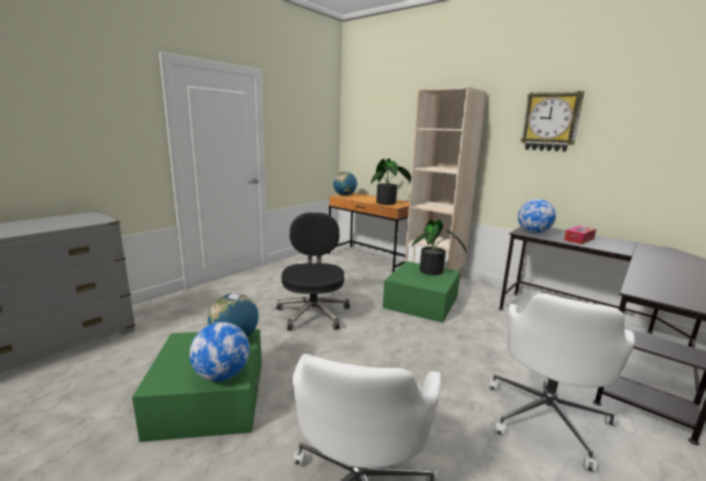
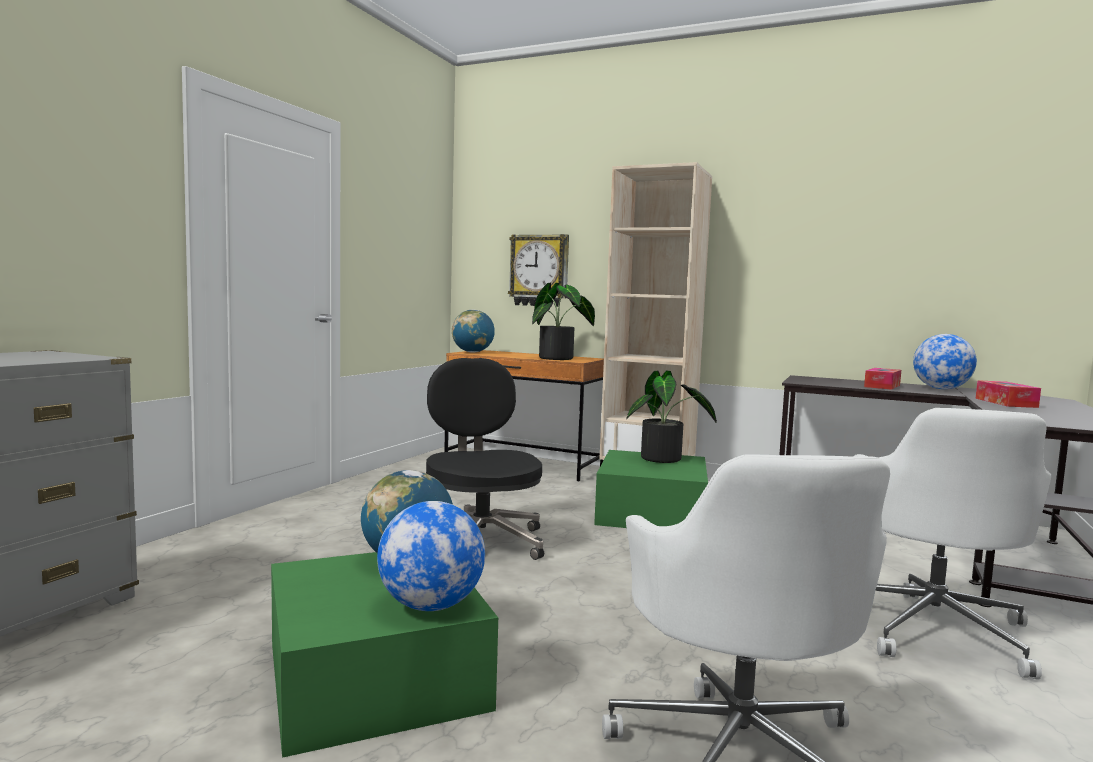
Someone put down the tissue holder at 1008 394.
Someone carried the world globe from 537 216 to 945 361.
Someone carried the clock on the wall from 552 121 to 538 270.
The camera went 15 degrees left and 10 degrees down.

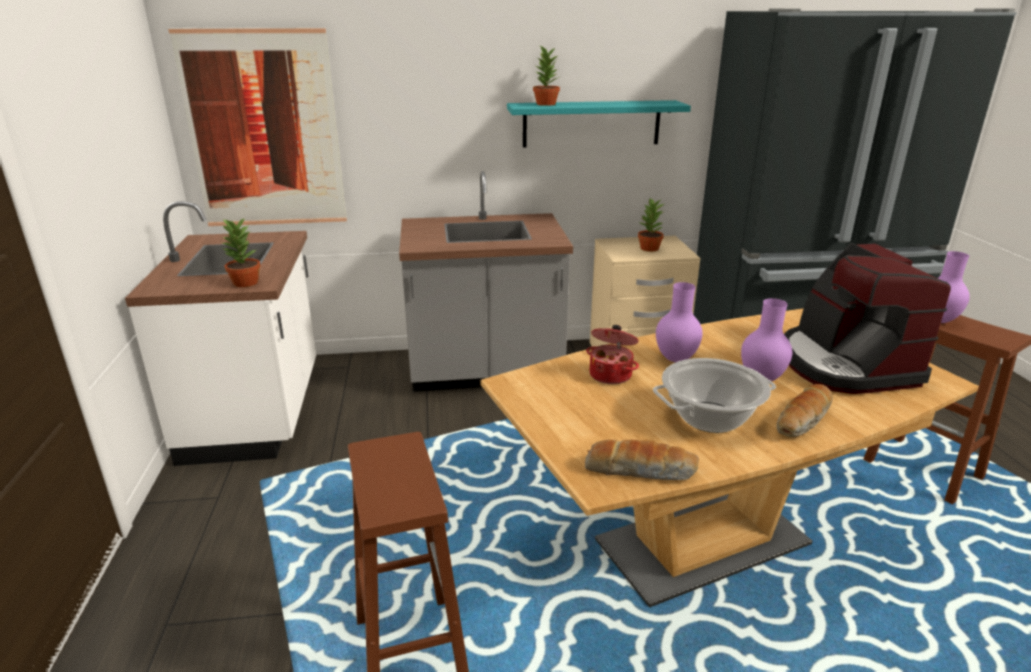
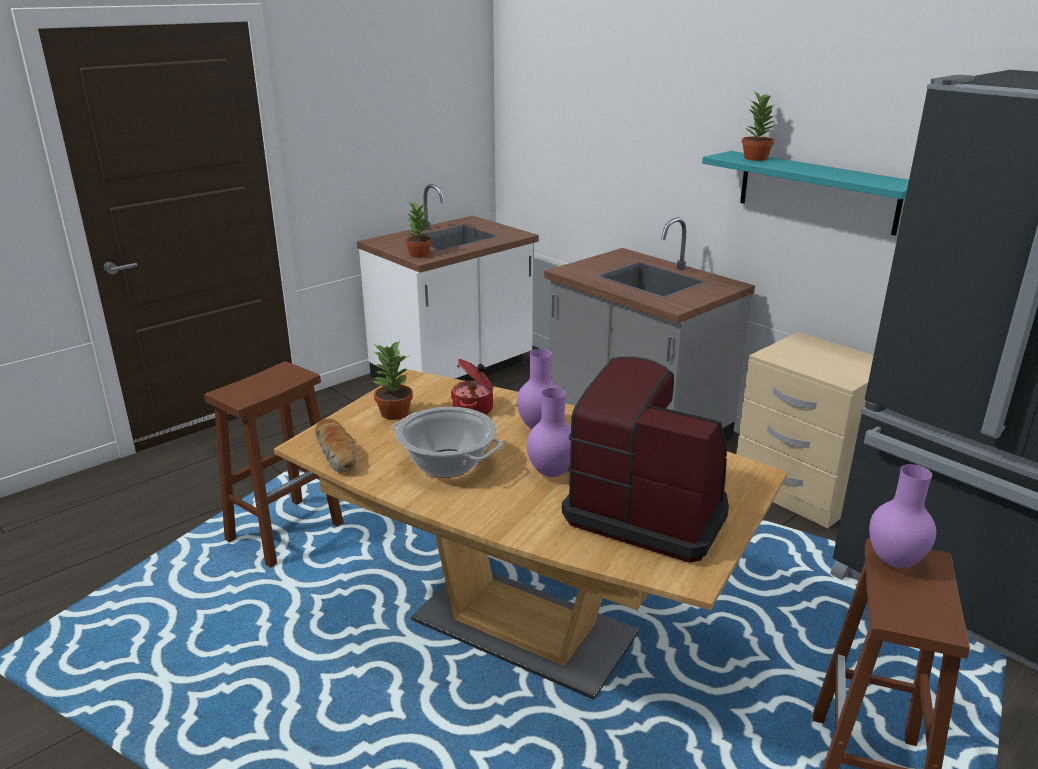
Someone took away the picture at 257 126.
Someone took away the bread at 805 410.
Someone carried the plant in a pot from 651 224 to 392 380.
Someone rotated the coffee maker at 867 318 by 75 degrees clockwise.
The camera went 55 degrees right and 0 degrees up.

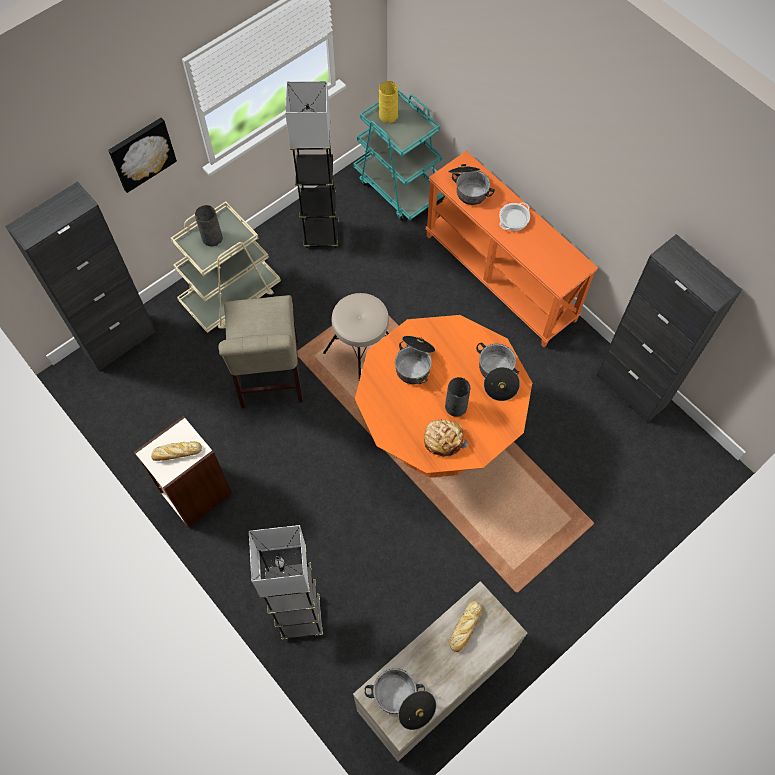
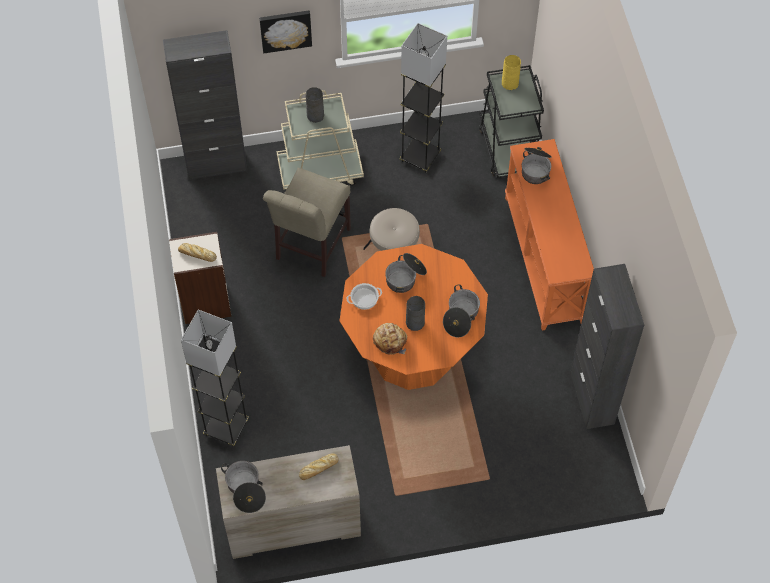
Someone carried the stockpot from 514 216 to 364 296.
Someone repainted the blue-green trolley at 398 154, which became the black-coloured trolley at 511 121.
The camera went 30 degrees right and 5 degrees down.

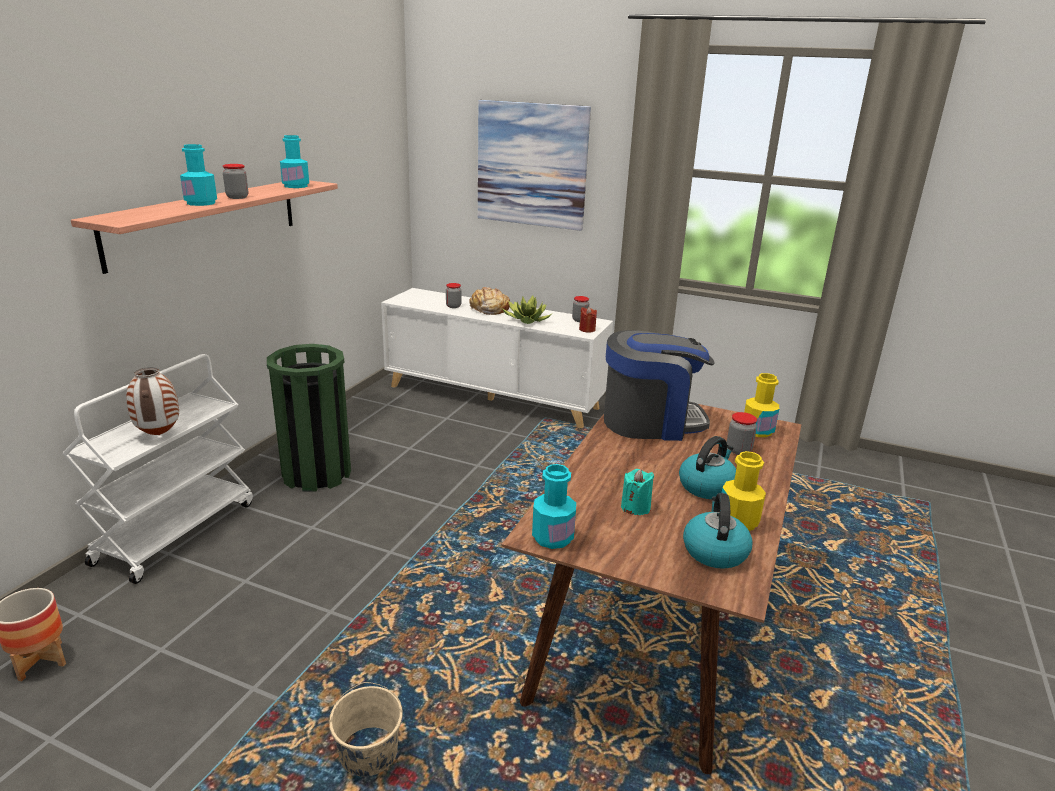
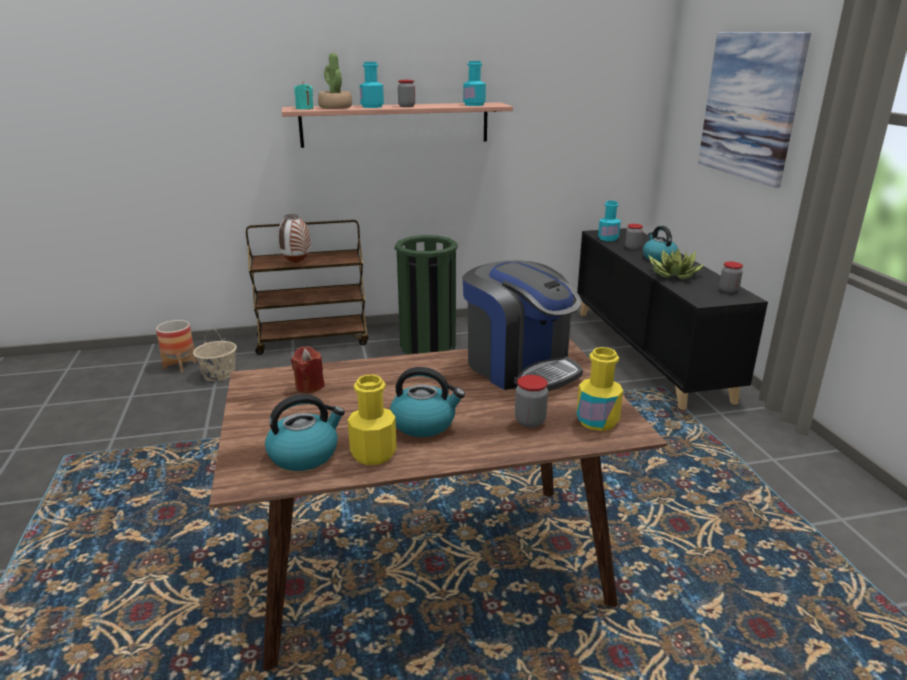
Someone put down the plant in a pot at 335 81.
Someone carried the sand-coloured pail from 366 729 to 215 354.
Someone carried the blue-green beverage bottle from 554 506 to 609 221.
Someone carried the reddish candle from 588 320 to 308 369.
Someone carried the blue-green candle from 637 492 to 303 96.
Someone swapped the bread at 489 301 for the water kettle at 660 244.
Someone repainted the white-coloured trolley at 157 469, which became the brownish trolley at 307 287.
Someone repainted the white-coloured storage cabinet at 497 358, which became the black-coloured storage cabinet at 672 319.
The camera went 55 degrees right and 0 degrees up.

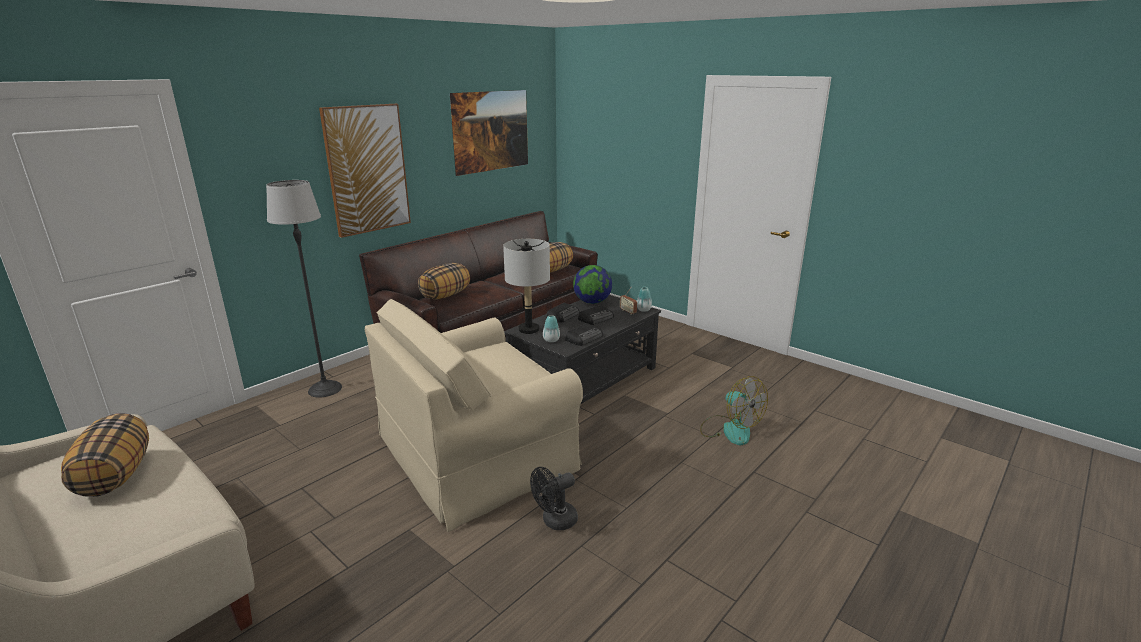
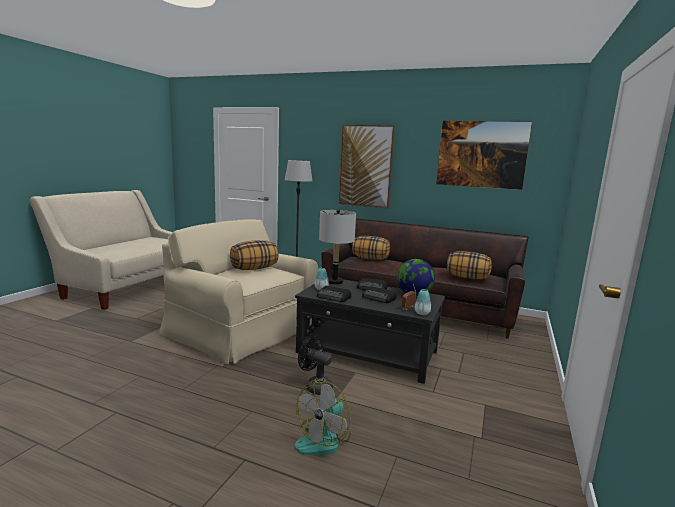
Someone carried the cushion from 105 455 to 254 255.
Someone carried the black-coloured electric fan from 554 498 to 315 366.
The camera went 70 degrees right and 10 degrees down.

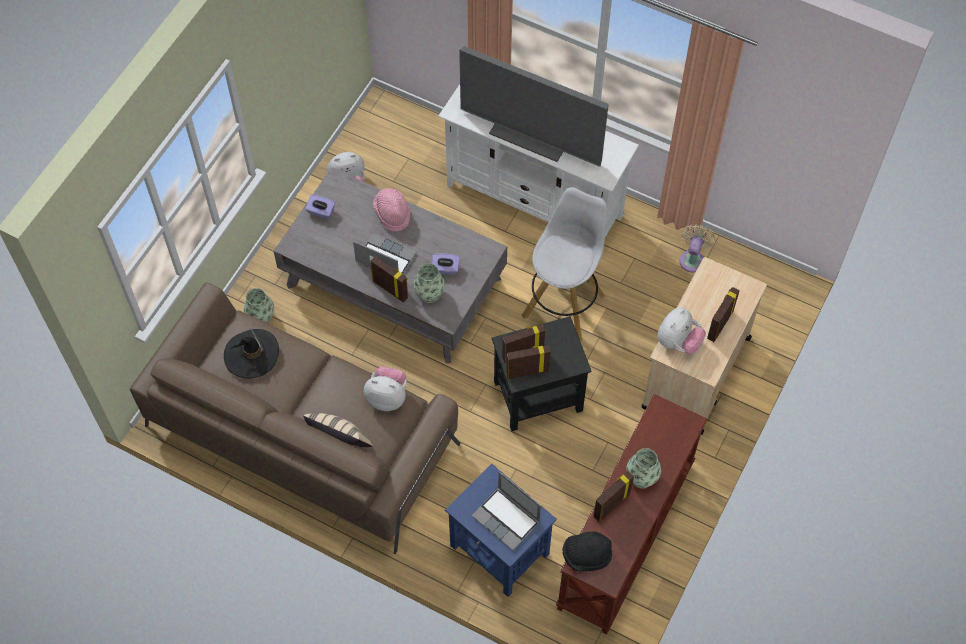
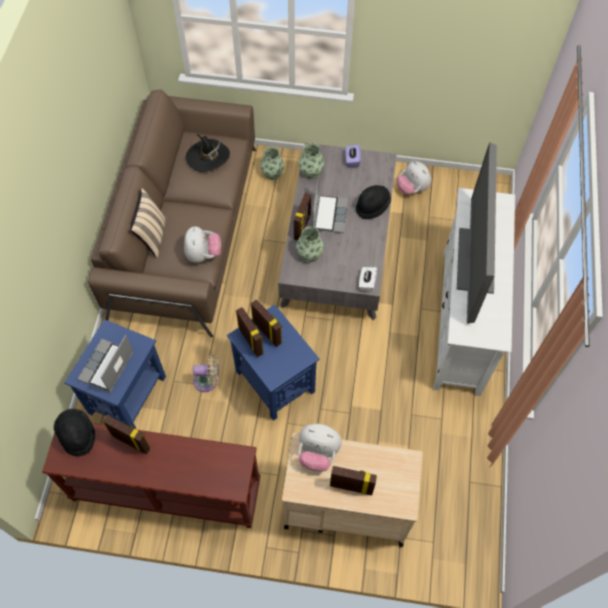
Someone took away the purplish tissue holder at 446 264.
Someone took away the white-coloured stool seat at 564 264.
Someone put down the white-coloured tissue holder at 368 279.
Someone carried the flower vase from 643 468 to 311 161.
Someone carried the sand-coloured electric fan from 697 248 to 206 373.
Someone repainted the pinkish hat at 391 210, which became the black-coloured hat at 373 202.
Someone repainted the black-coloured side table at 541 373, which became the blue side table at 273 363.
The camera went 70 degrees right and 0 degrees up.

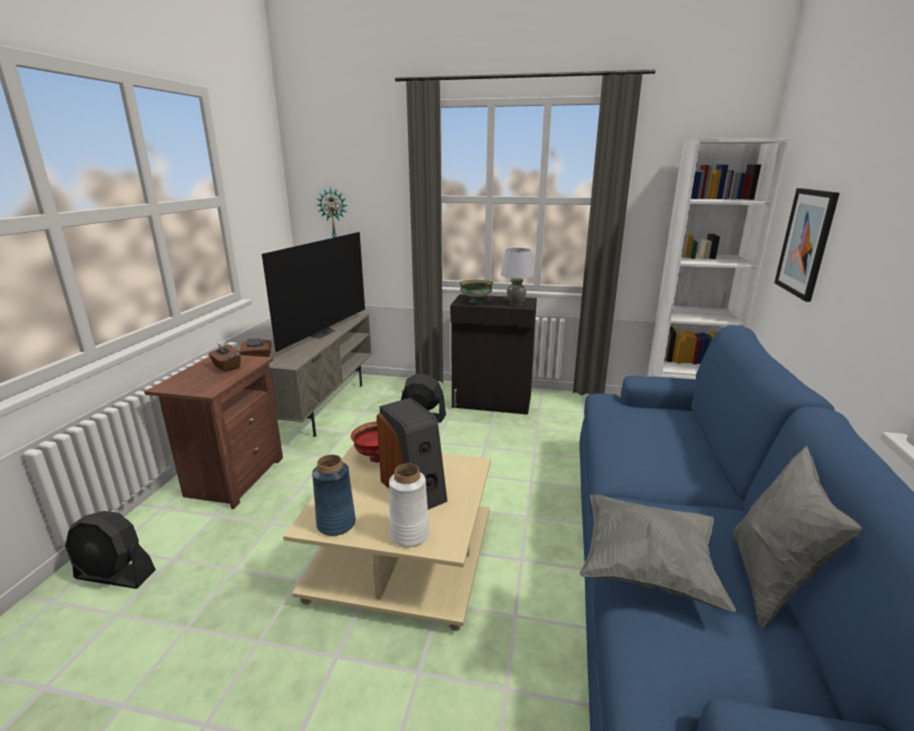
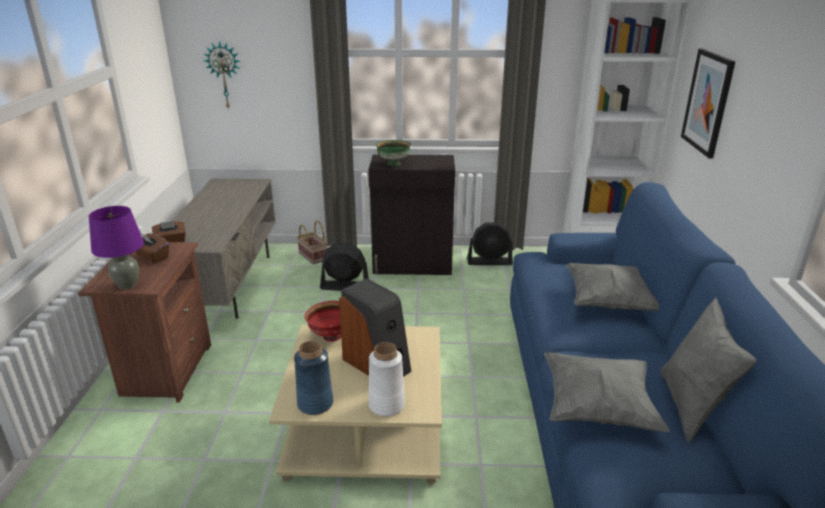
Someone took away the TV set at 313 292.
Someone took away the gray table lamp at 517 277.
Someone put down the purplish table lamp at 116 247.
Someone put down the household basket at 312 242.
Someone put down the gray cushion at 612 287.
Someone carried the black-coloured electric fan from 110 550 to 489 243.
The camera went 10 degrees left and 5 degrees up.

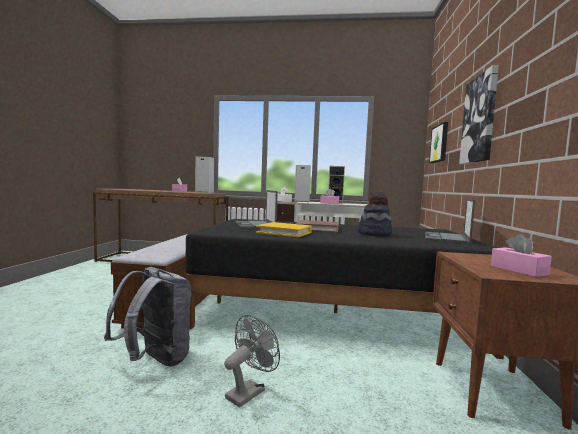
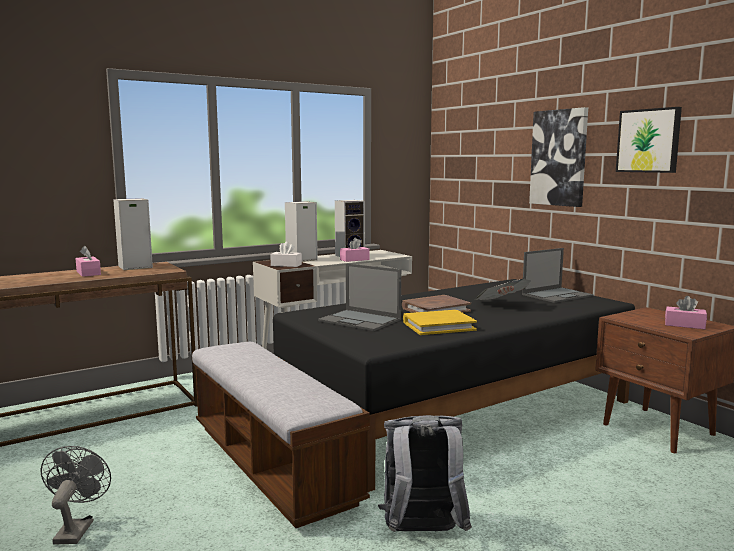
Someone carried the gray electric fan from 252 361 to 75 495.
Someone carried the picture from 438 142 to 649 140.
Someone swapped the hat at 375 214 for the newspaper at 502 289.
Someone rotated the portable computer at 450 221 by 105 degrees counterclockwise.
The camera went 40 degrees left and 5 degrees up.

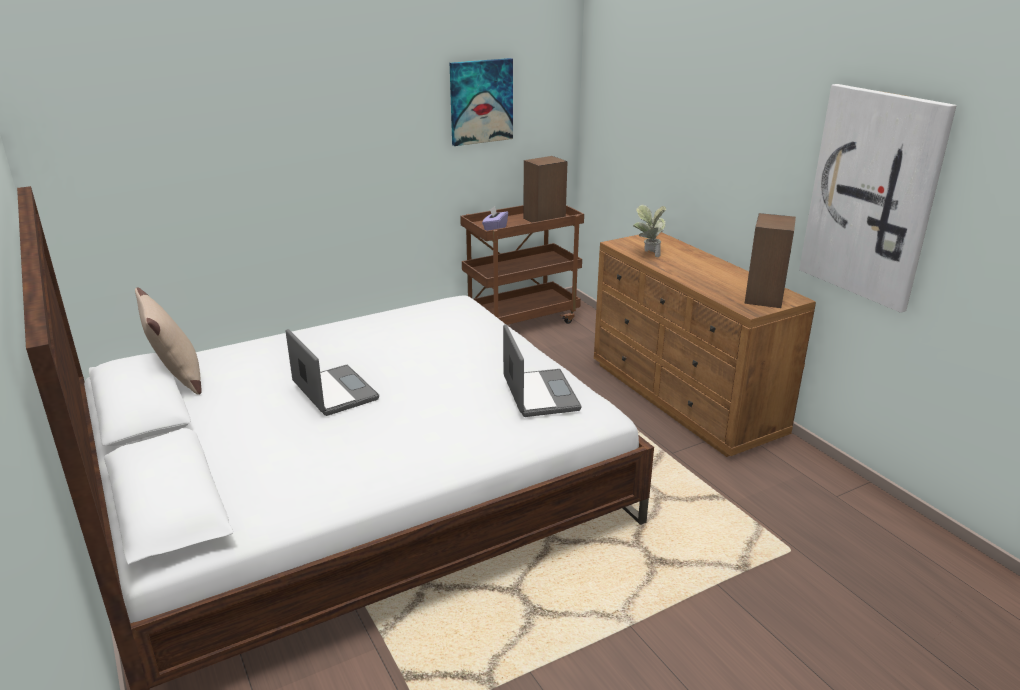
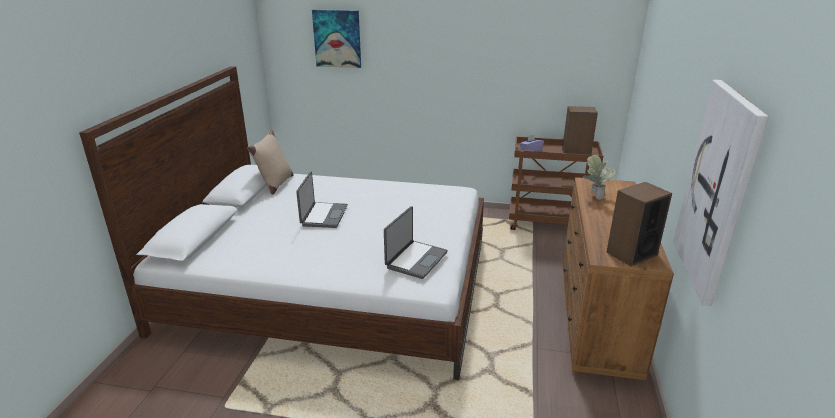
Someone carried the picture from 481 102 to 336 38.
The camera went 40 degrees right and 0 degrees up.

